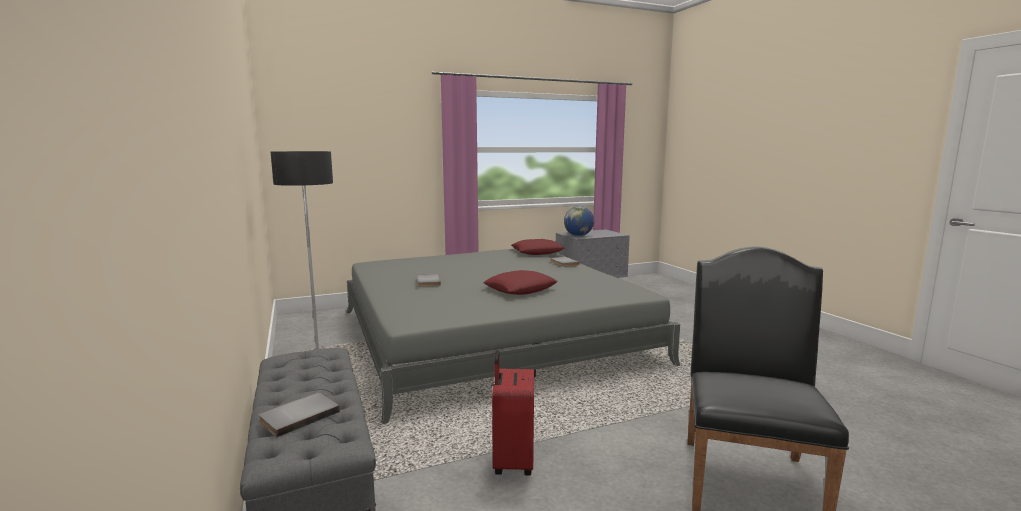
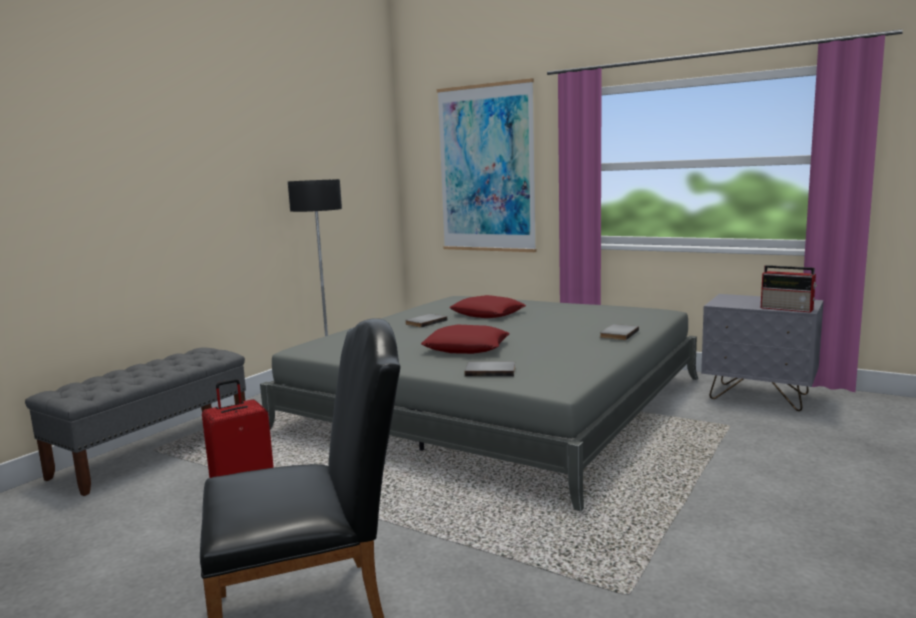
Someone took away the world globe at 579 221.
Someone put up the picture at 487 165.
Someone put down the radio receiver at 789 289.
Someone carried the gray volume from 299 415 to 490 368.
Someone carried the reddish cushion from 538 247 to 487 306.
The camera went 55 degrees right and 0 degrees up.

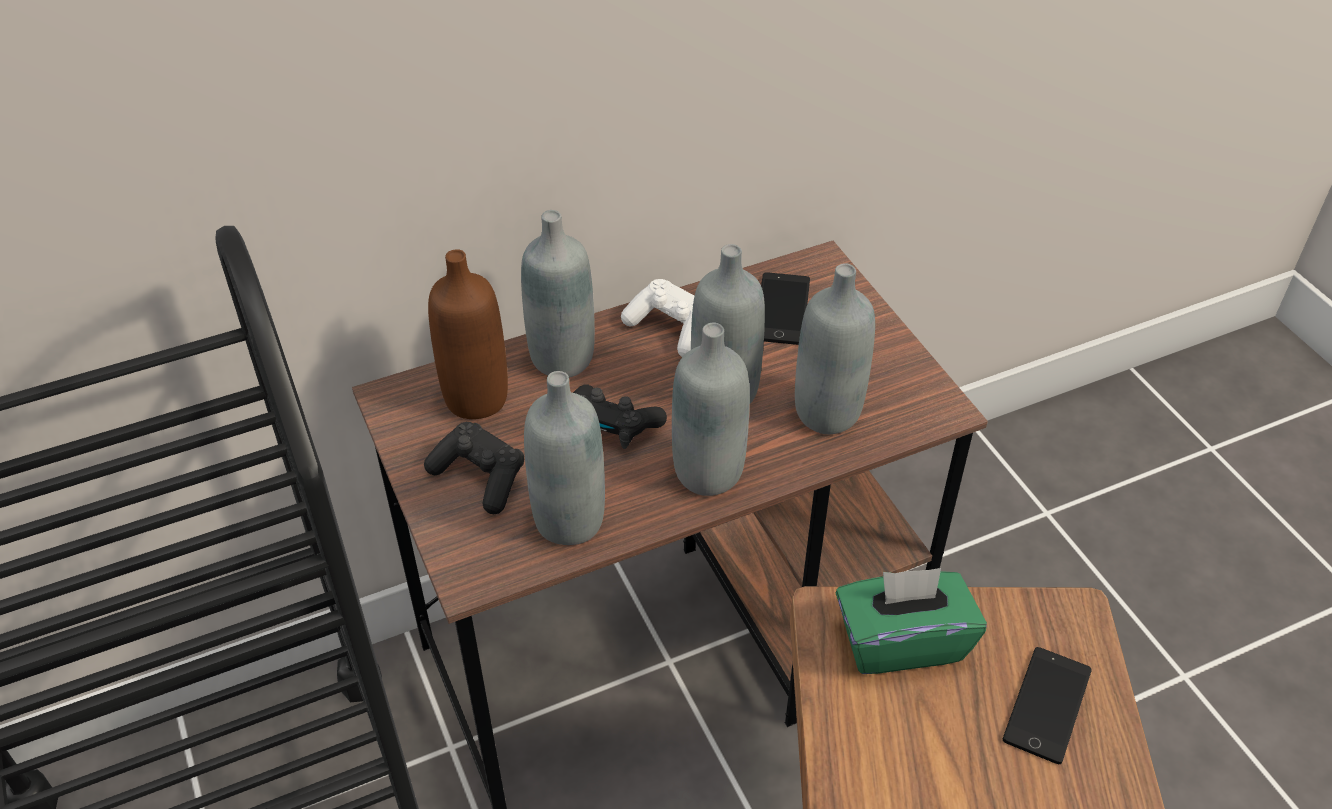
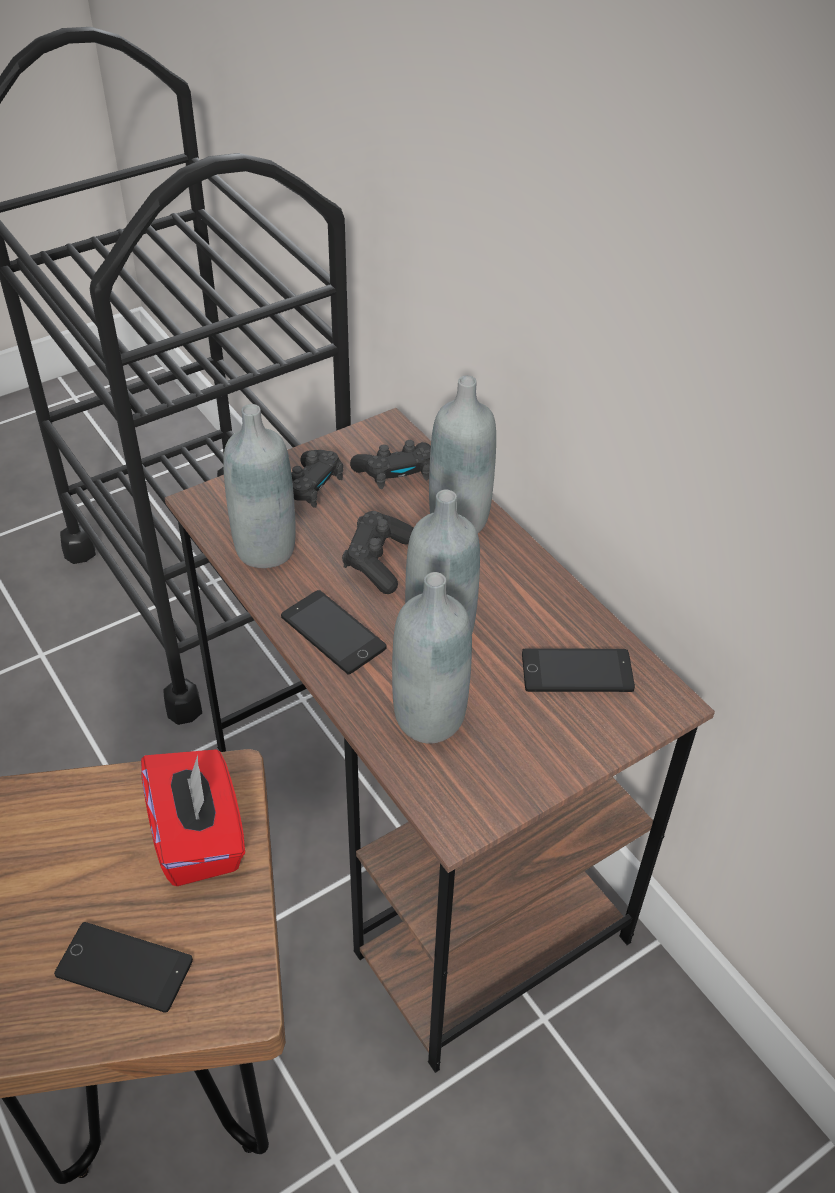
Someone took away the white-coloured gamepad at 657 318.
Someone swapped the brownish beverage bottle at 468 334 for the black-coloured gamepad at 390 464.
Someone swapped the gray beverage bottle at 711 409 for the phone at 334 632.
Someone repainted the green-coloured tissue holder at 911 621, which became the reddish tissue holder at 193 817.
The camera went 80 degrees right and 0 degrees up.

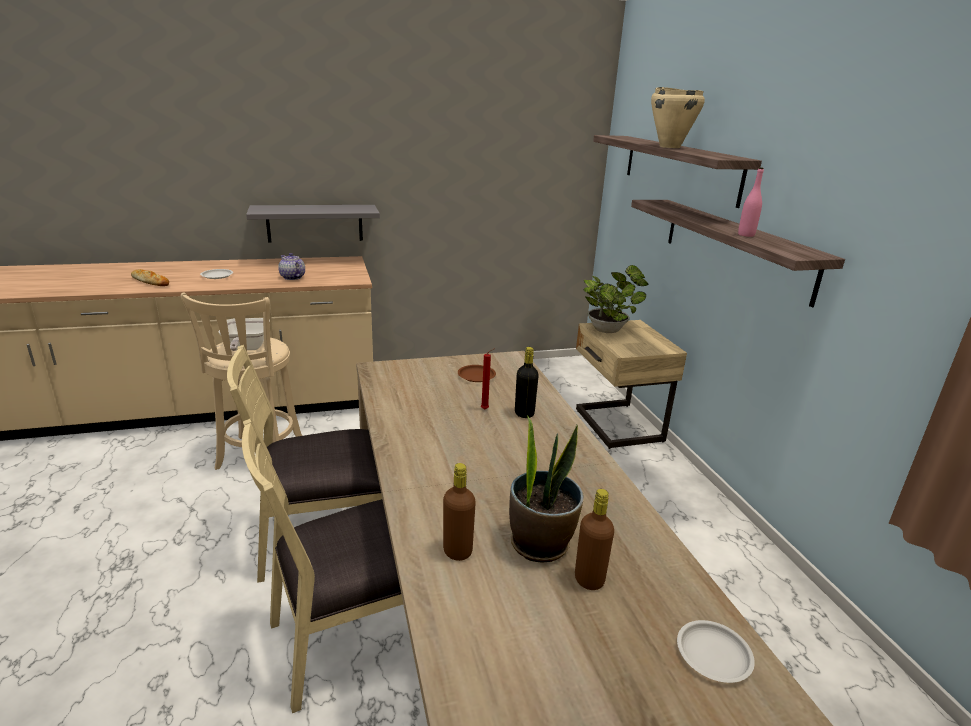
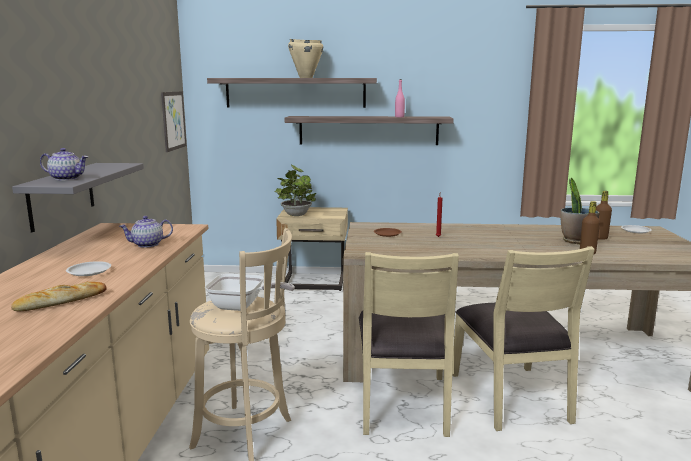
Someone took away the black-coloured beverage bottle at 527 382.
Someone put down the tea pot at 64 164.
Someone put up the picture at 174 121.
The camera went 70 degrees left and 10 degrees down.

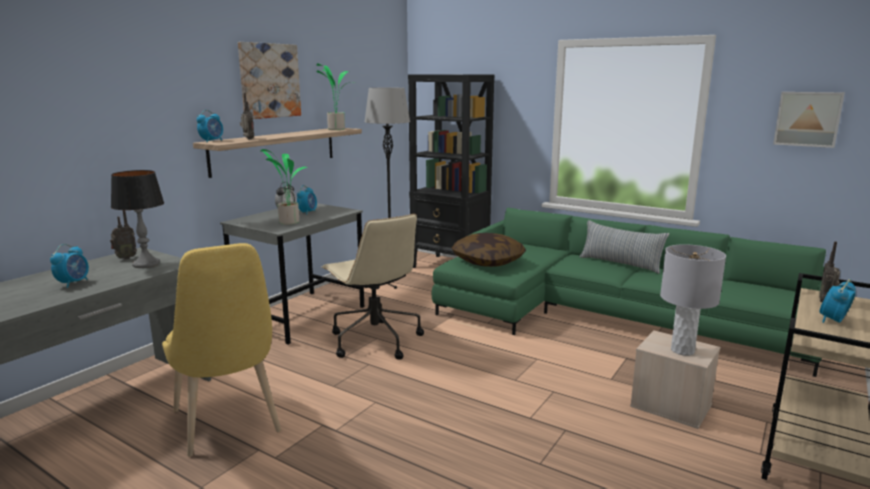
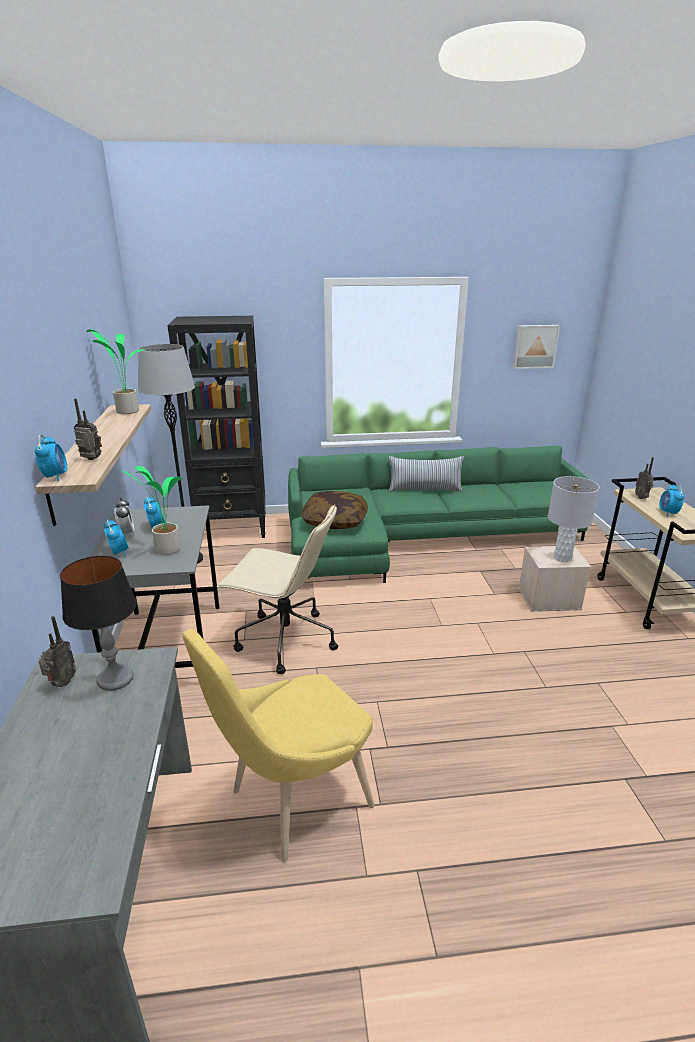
Someone took away the picture at 269 80.
Someone carried the table clock from 69 266 to 116 538.
Someone rotated the yellow chair at 221 350 by 120 degrees clockwise.
The camera went 40 degrees left and 10 degrees up.

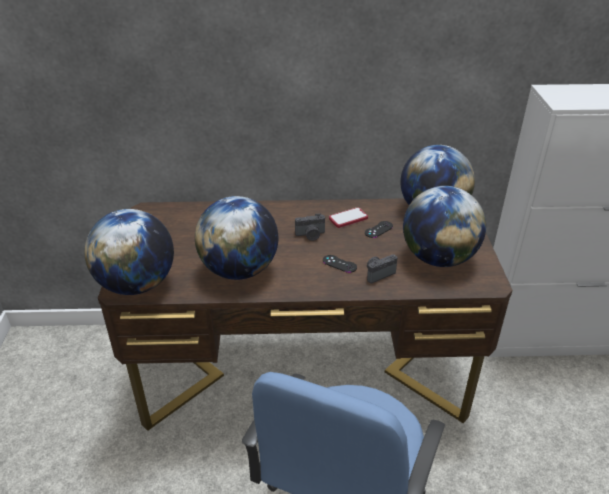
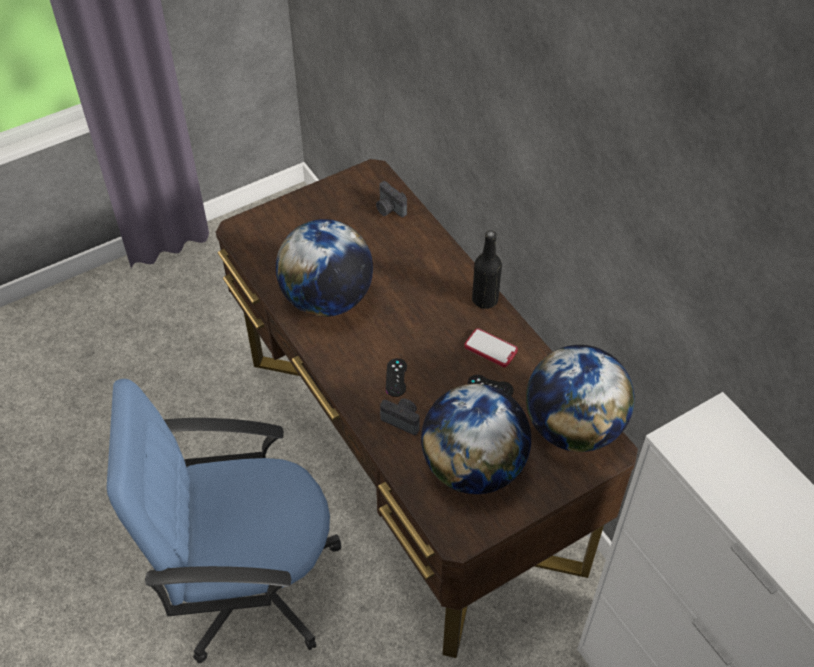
Someone took away the world globe at 129 252.
Someone put down the black-coloured beverage bottle at 487 270.
Someone carried the still camera from 310 227 to 391 199.
The camera went 60 degrees right and 15 degrees up.

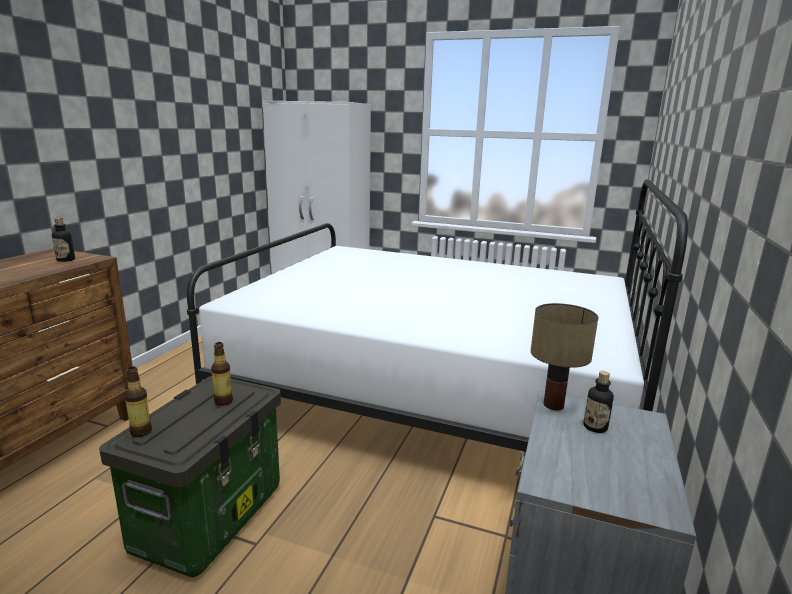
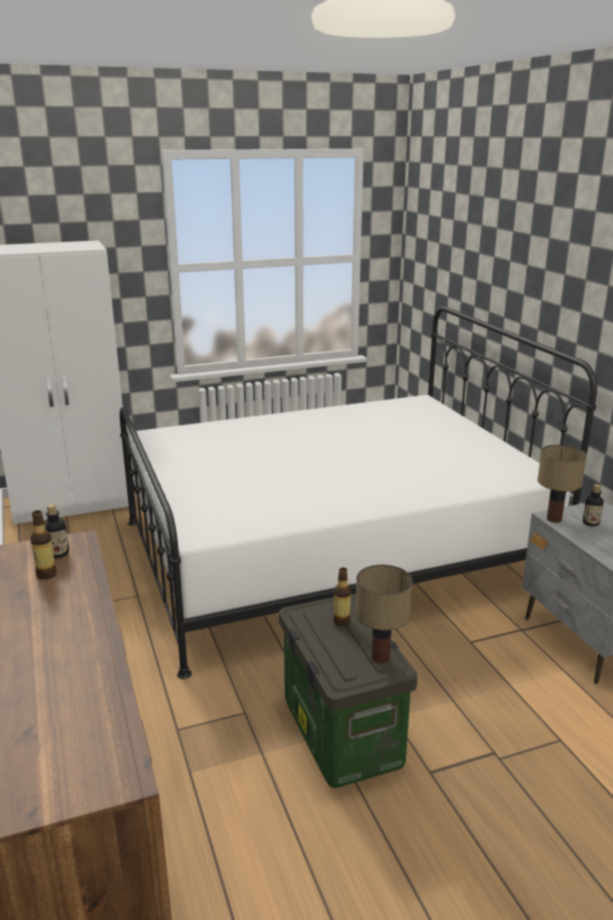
Someone put down the table lamp at 383 614.
Someone carried the beverage bottle from 138 401 to 43 545.
The camera went 40 degrees left and 5 degrees up.

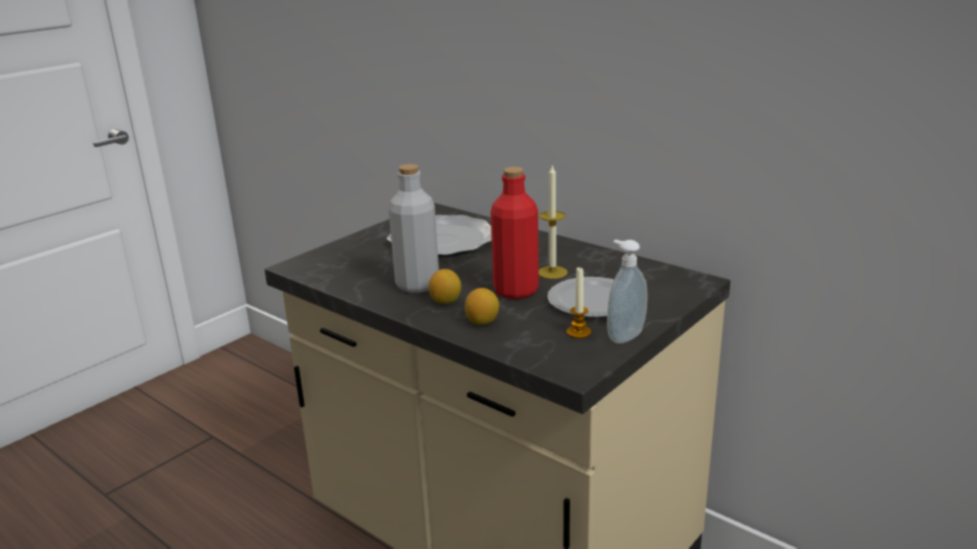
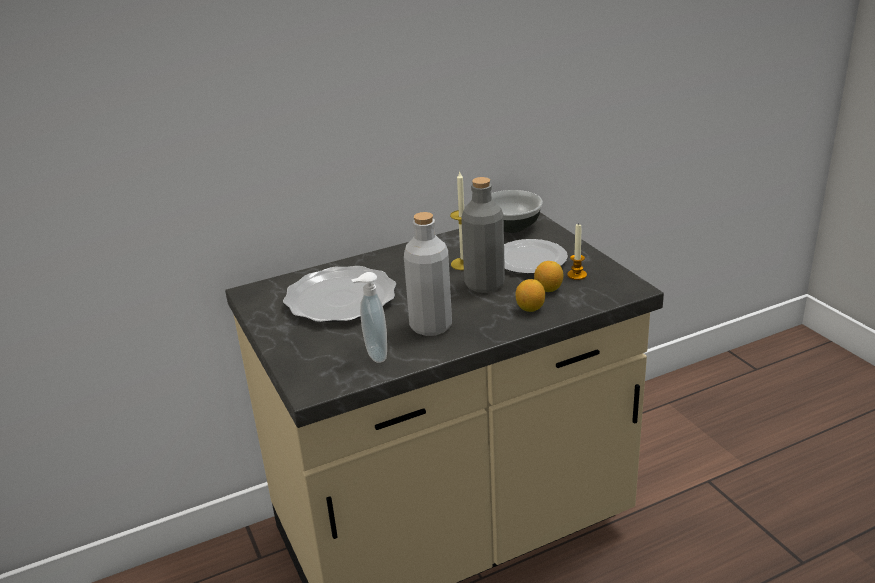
Someone put down the bowl at 517 211.
Someone carried the lemon from 445 286 to 548 276.
Someone carried the liquid soap bottle from 627 292 to 369 317.
Someone repainted the reddish beverage bottle at 515 233, which became the gray beverage bottle at 483 235.
The camera went 65 degrees left and 5 degrees up.

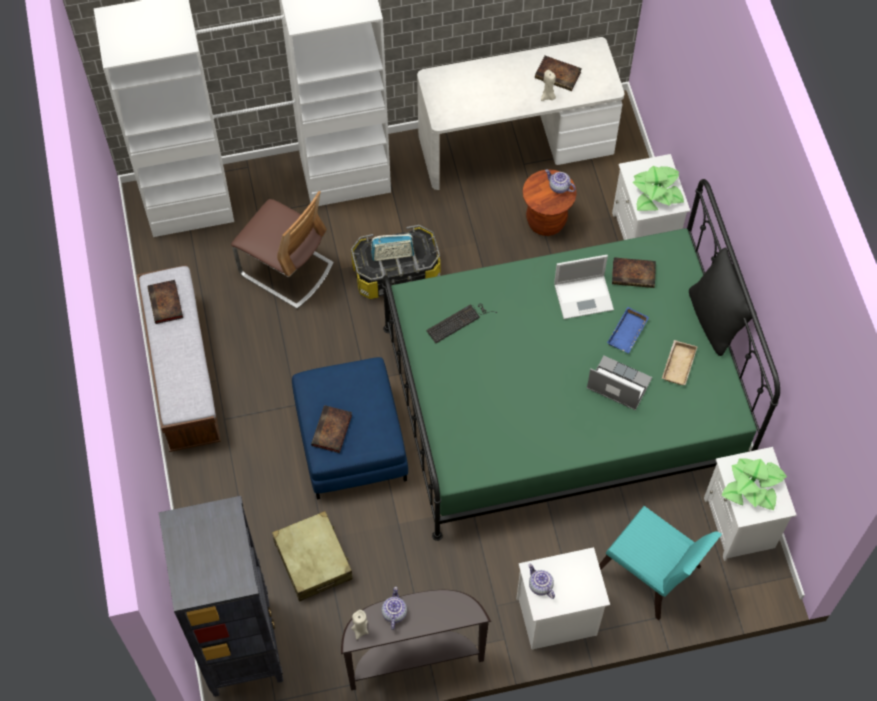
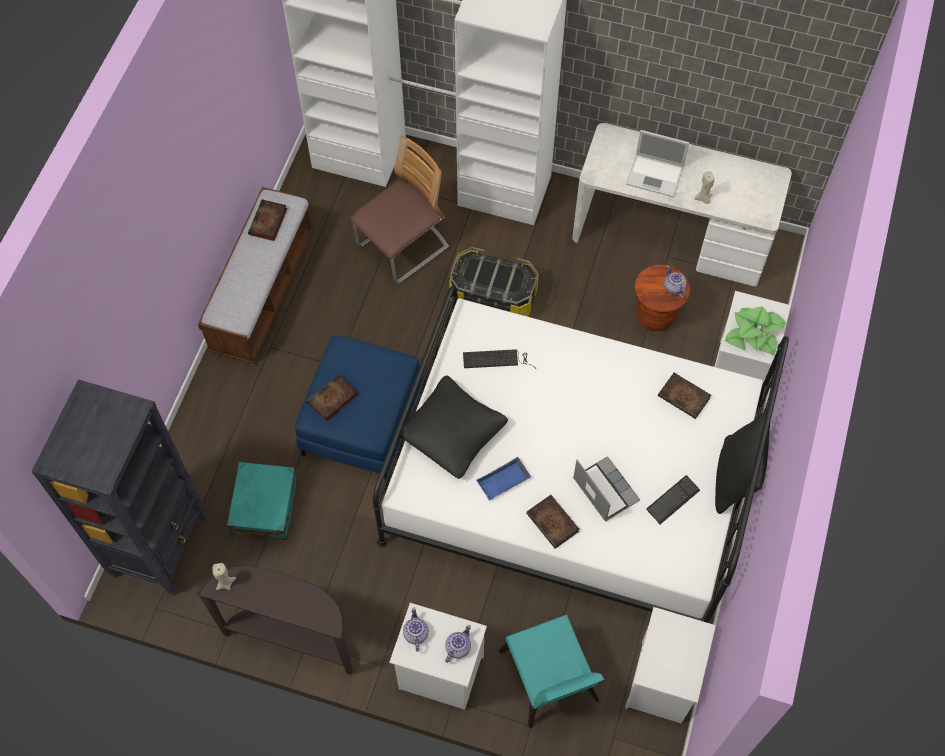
Someone took away the radio receiver at 392 247.
Someone took away the plant in a pot at 754 484.
Someone put down the black-coloured cushion at 451 427.
Someone carried the tea pot from 394 608 to 458 644.
Someone carried the volume from 558 73 to 553 522.
Someone carried the portable computer from 584 287 to 657 163.
Someone carried the blue carrying tray from 628 330 to 504 479.
Someone swapped the sand-coloured carrying tray at 679 362 for the PC keyboard at 673 499.
Someone repainted the sand-coloured piece of luggage at 312 556, which became the blue-green piece of luggage at 262 501.
Someone repainted the green-coloured bed at 581 360, which became the white-coloured bed at 581 454.
Someone rotated the chair at 282 250 by 105 degrees counterclockwise.
The camera went 30 degrees right and 0 degrees up.

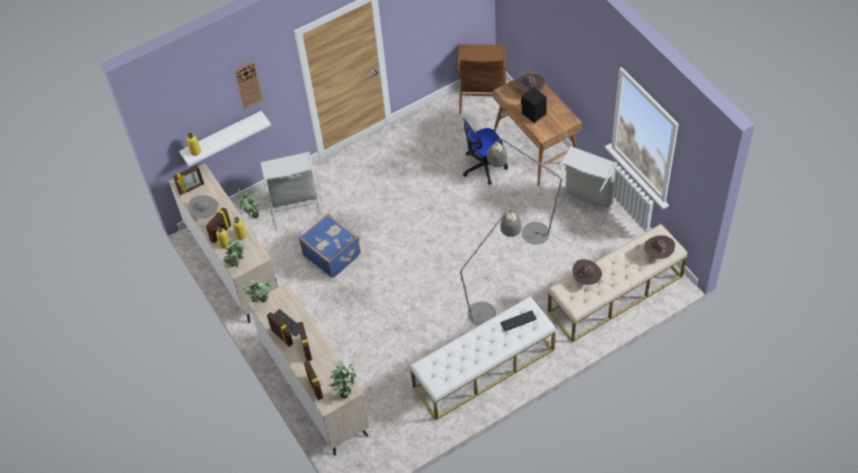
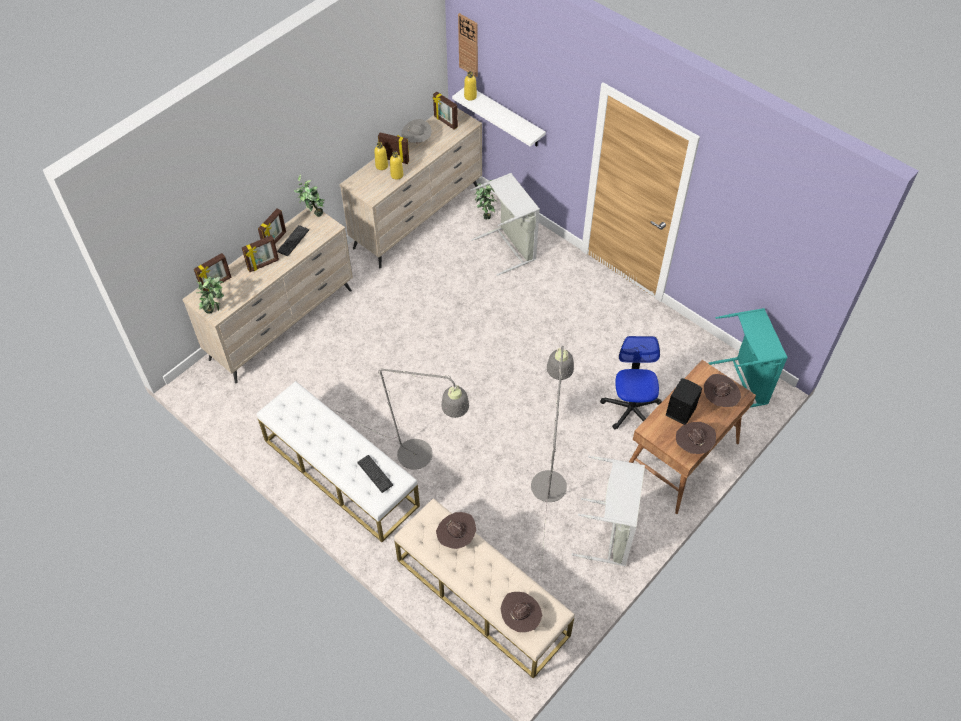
Someone took away the plant in a pot at 234 254.
Someone took away the blue piece of luggage at 330 246.
Someone put down the brownish hat at 696 438.
Someone carried the clock on the wall from 248 85 to 468 45.
Someone repainted the brownish hamper at 482 79, which became the blue-green hamper at 748 357.
Someone rotated the computer chair at 485 151 by 45 degrees clockwise.
The camera went 70 degrees right and 0 degrees up.

